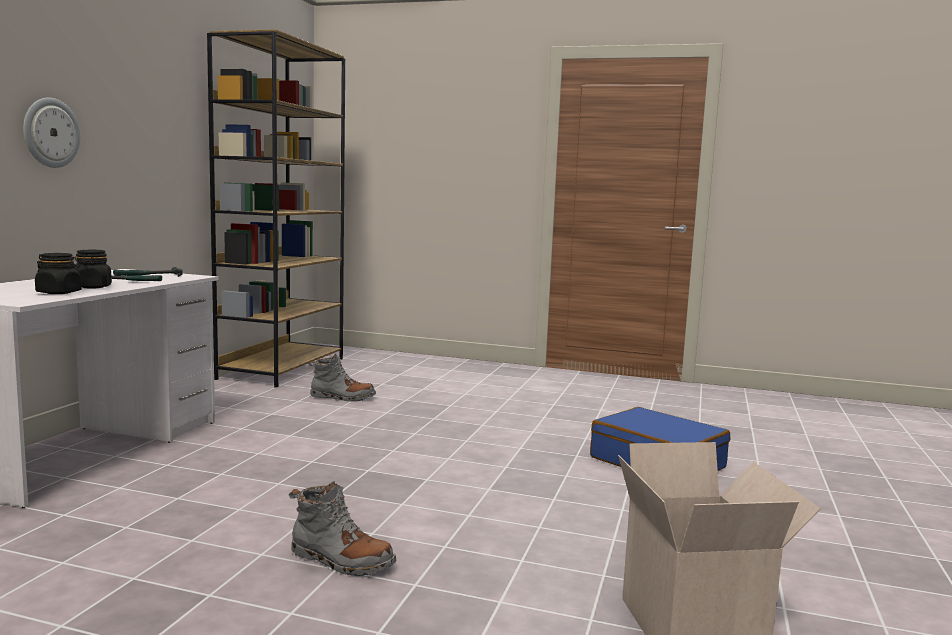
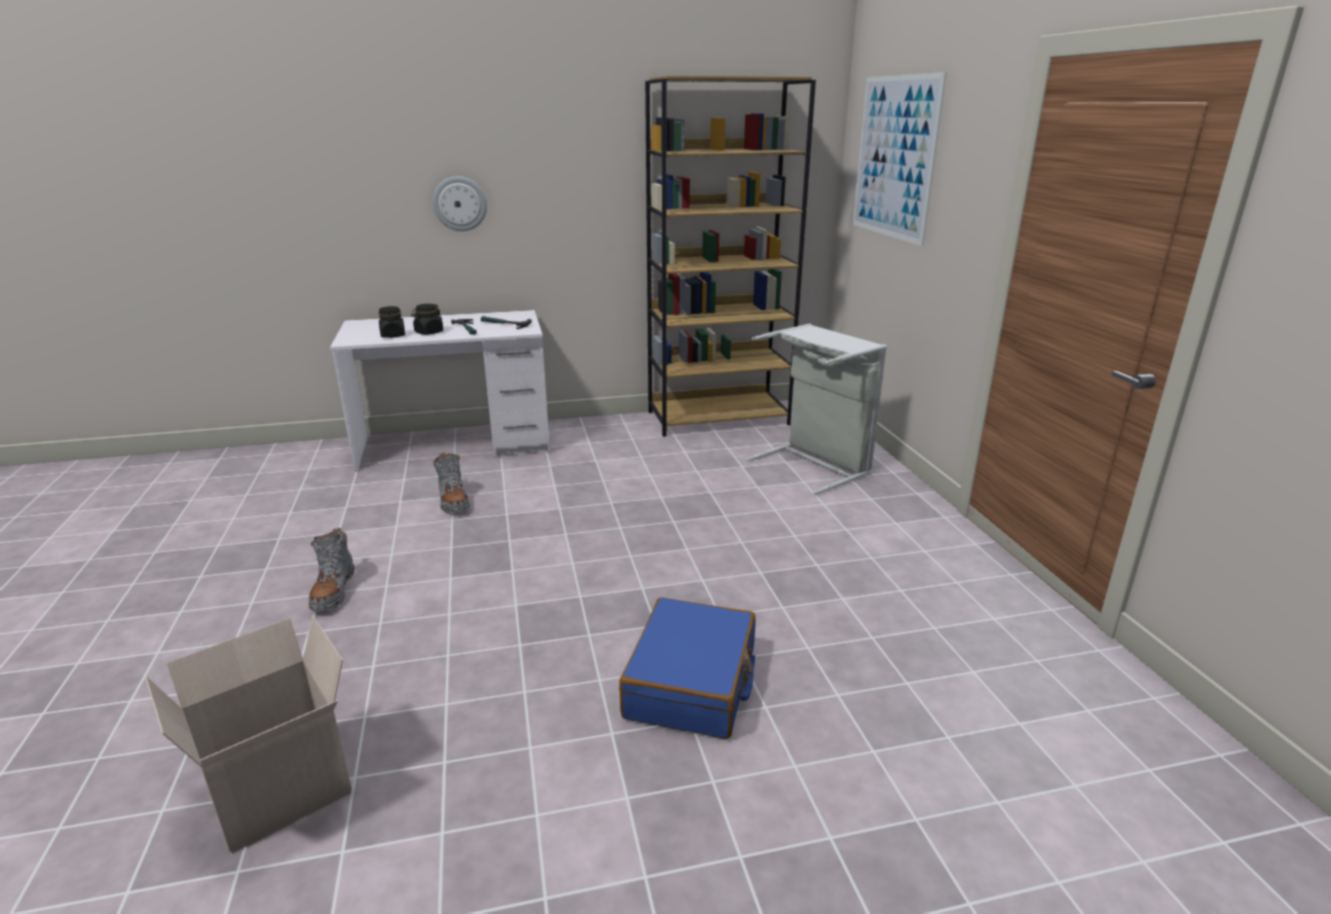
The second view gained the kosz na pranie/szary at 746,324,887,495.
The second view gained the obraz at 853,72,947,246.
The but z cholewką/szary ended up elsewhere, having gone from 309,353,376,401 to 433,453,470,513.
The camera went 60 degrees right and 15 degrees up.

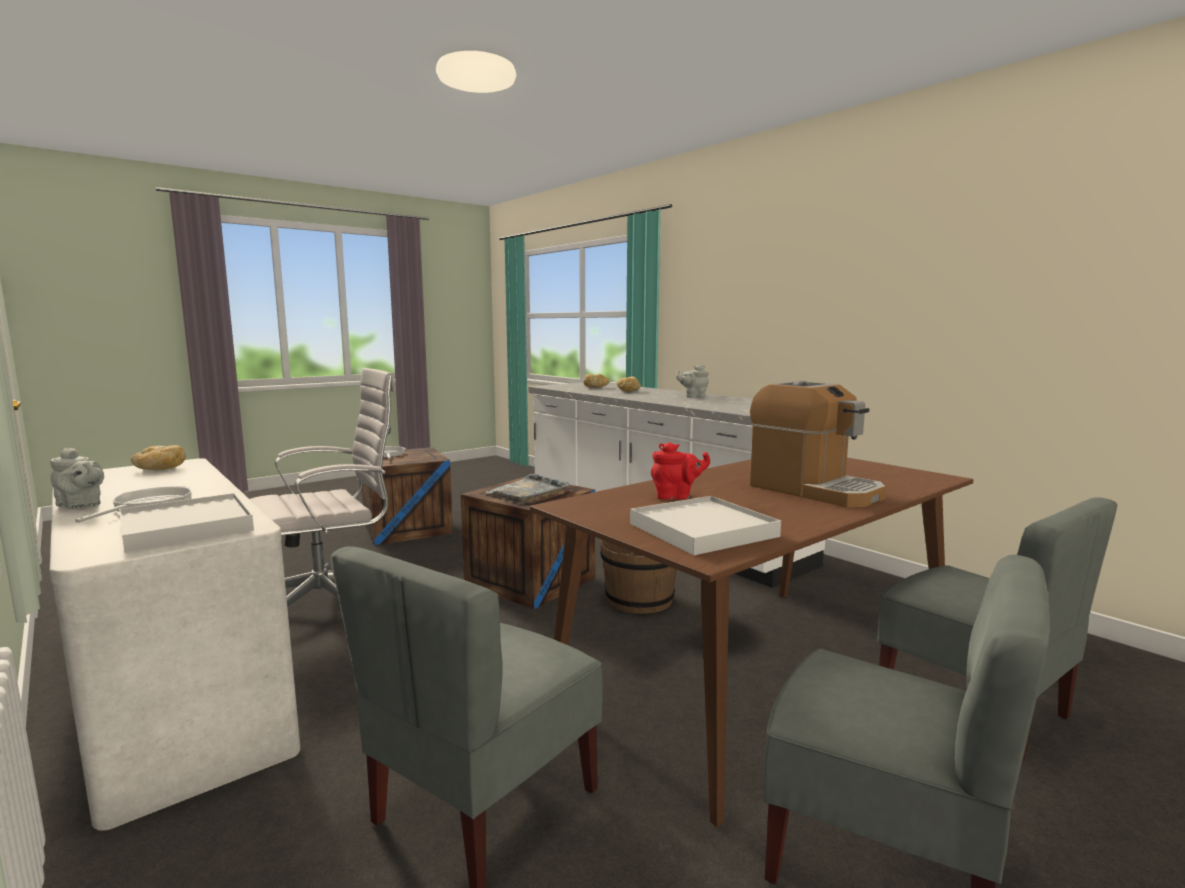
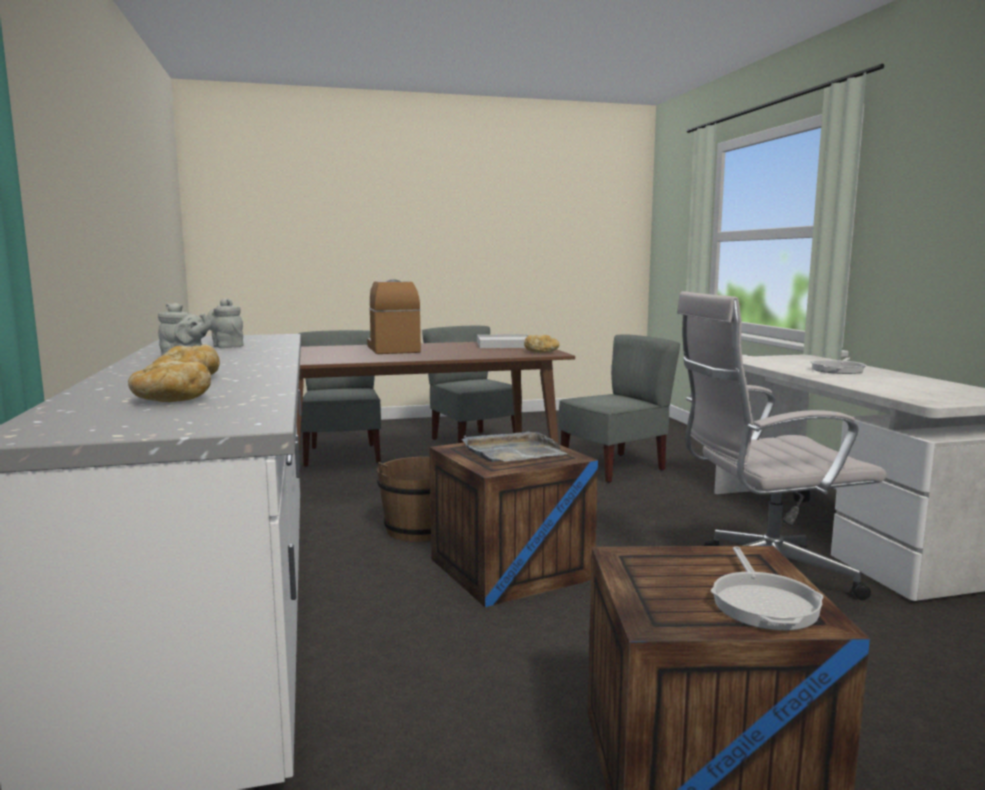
The second view lost the taca/biały at 119,493,254,553.
The second view lost the imbryk/czerwony at 651,442,710,500.
The imbryk/szary ended up elsewhere, having gone from 50,448,104,509 to 207,298,244,348.
The chleb ended up elsewhere, having gone from 131,445,186,470 to 524,335,559,353.
The camera went 155 degrees left and 0 degrees up.

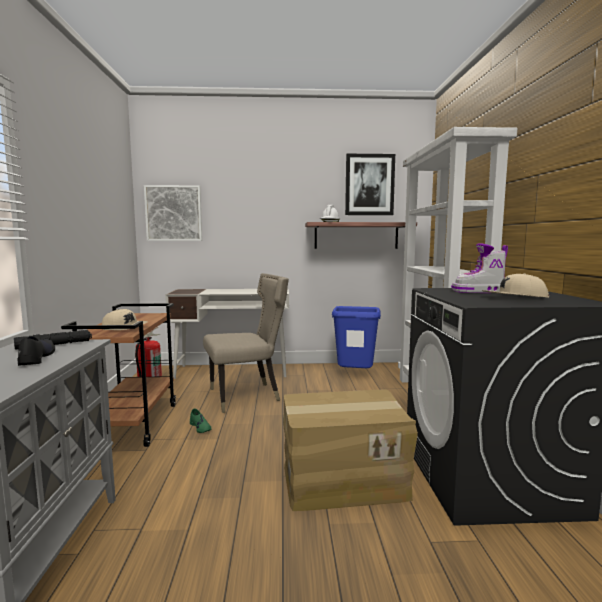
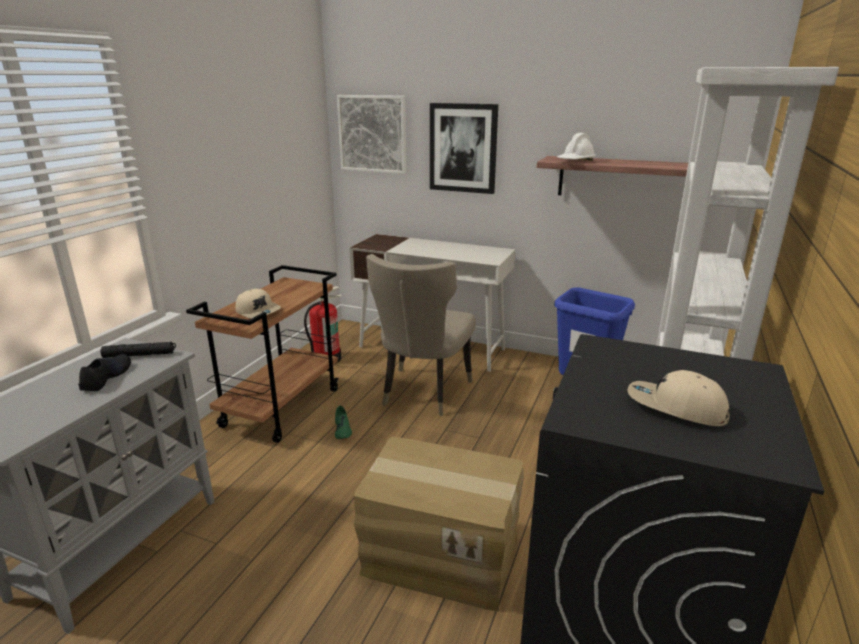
The second view lost the but z cholewką at 451,243,508,293.
The obraz ended up elsewhere, having gone from 345,154,395,215 to 430,103,498,194.
The krzesło/beżowy at 203,273,289,413 ended up facing another way, 105 degrees clockwise from before.
The camera went 25 degrees right and 15 degrees up.

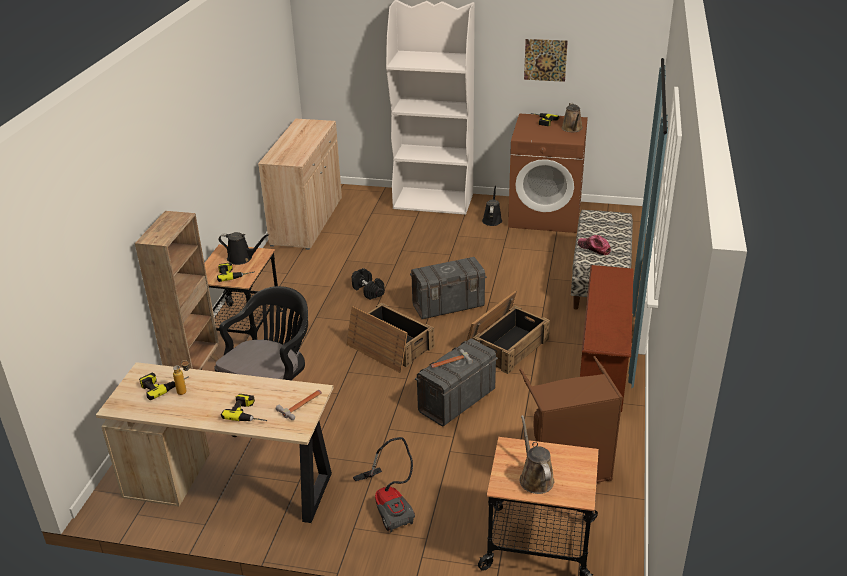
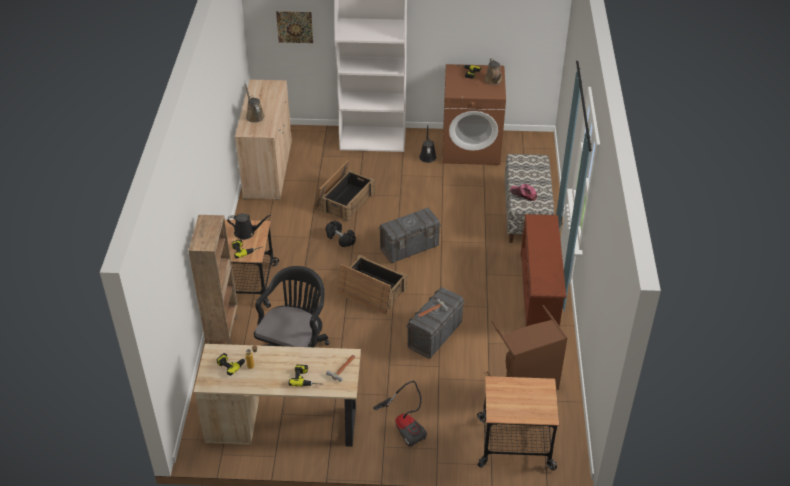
The skrzynka ended up elsewhere, having gone from 467,291,550,374 to 314,160,375,222.
The konewka/brązowy ended up elsewhere, having gone from 520,415,554,494 to 245,83,265,123.
The obraz ended up elsewhere, having gone from 524,39,568,82 to 276,11,313,43.
The camera went 10 degrees left and 10 degrees up.

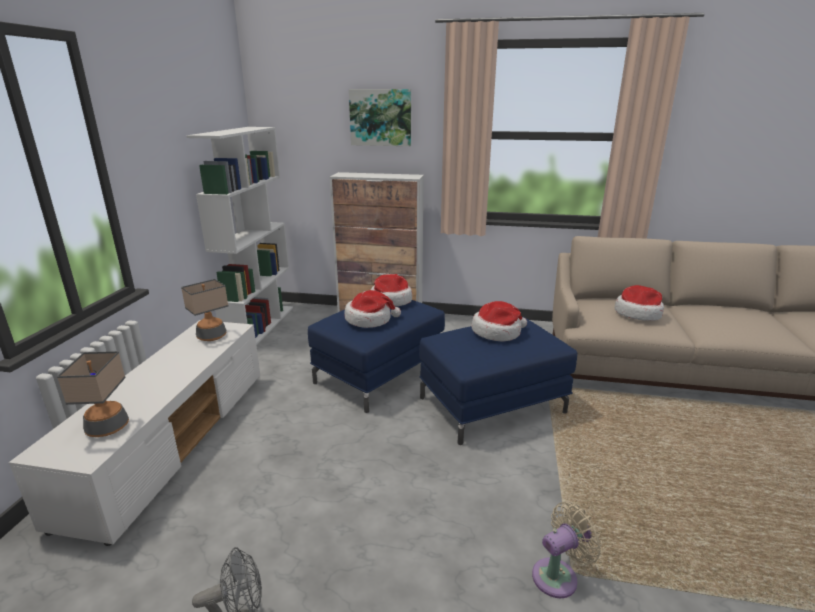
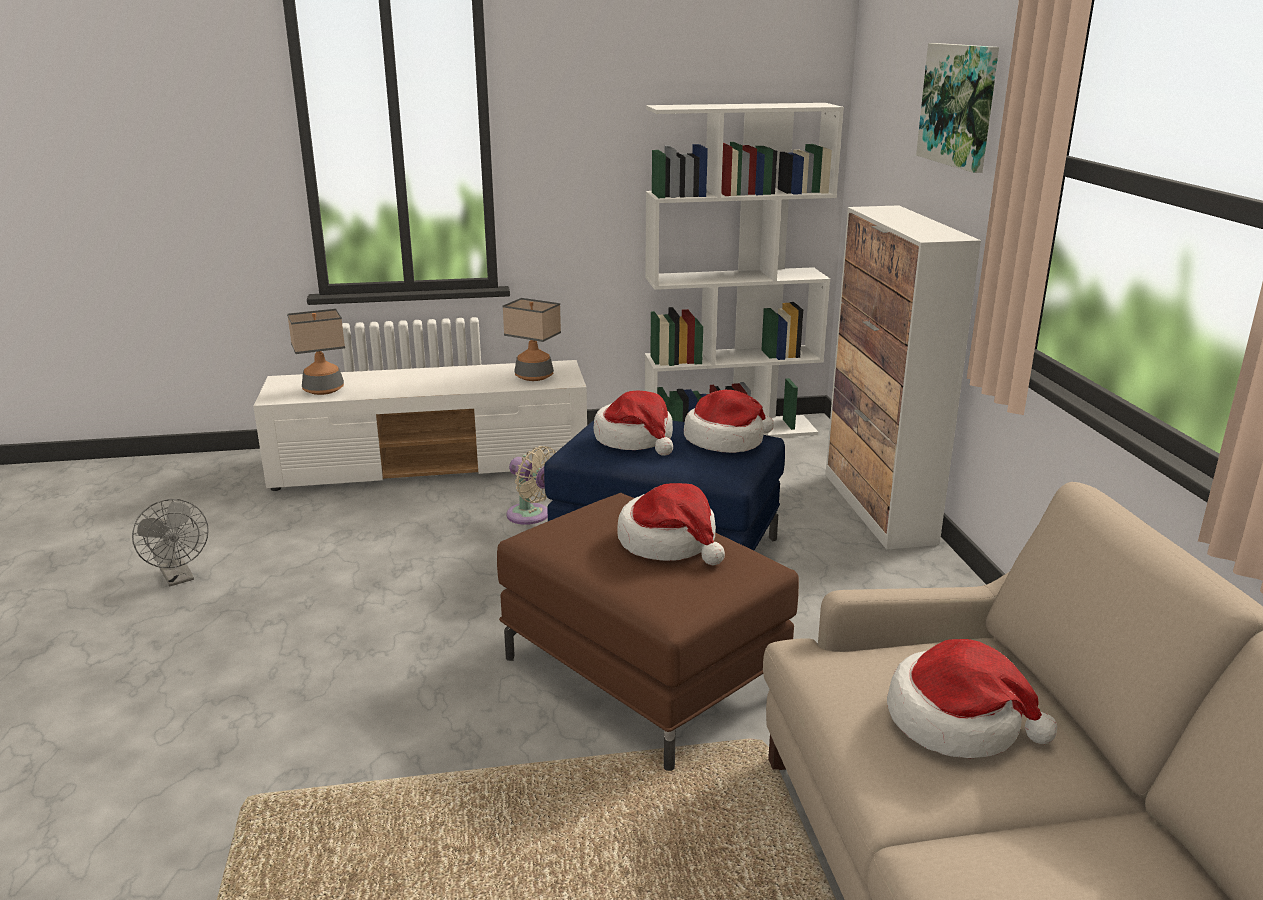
The wentylator/beżowy ended up elsewhere, having gone from 532,502,602,598 to 506,446,556,525.
What was the pufa/niebieski at 419,317,577,445 turned into the pufa/brązowy at 497,493,799,771.
The camera went 70 degrees right and 0 degrees up.

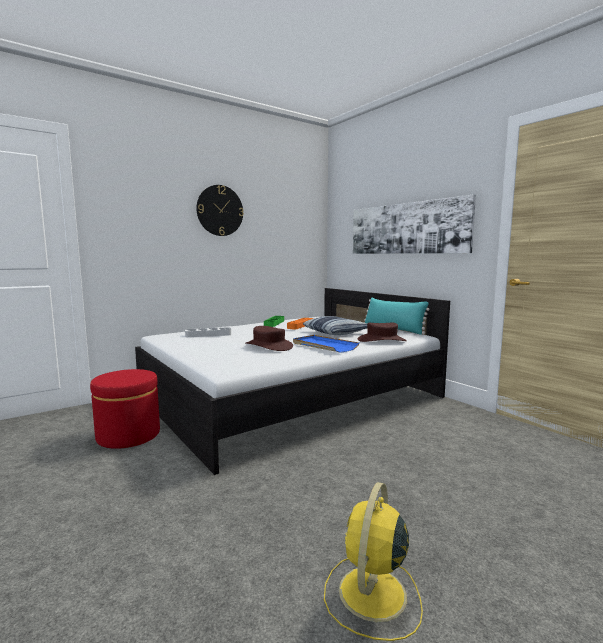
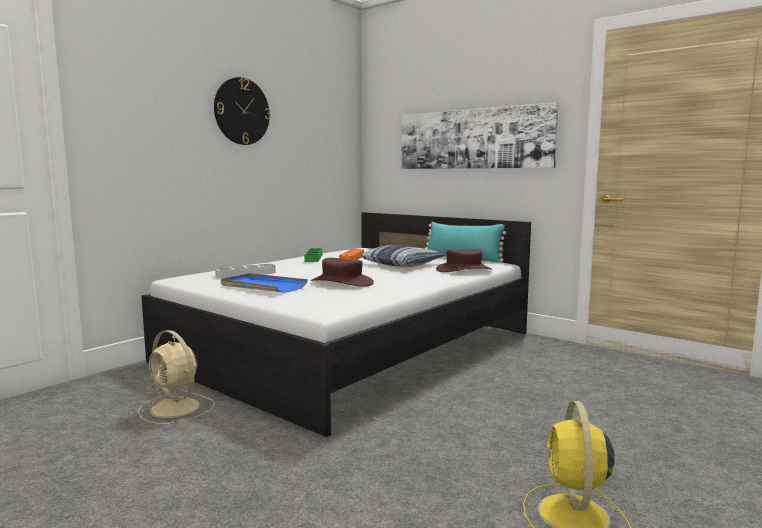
The taca/niebieski ended up elsewhere, having gone from 293,335,359,353 to 221,273,308,293.
Where the pufa/czerwony stood at 90,369,160,449, the wentylator/beżowy came to stand at 138,330,215,424.
The camera went 15 degrees left and 0 degrees up.

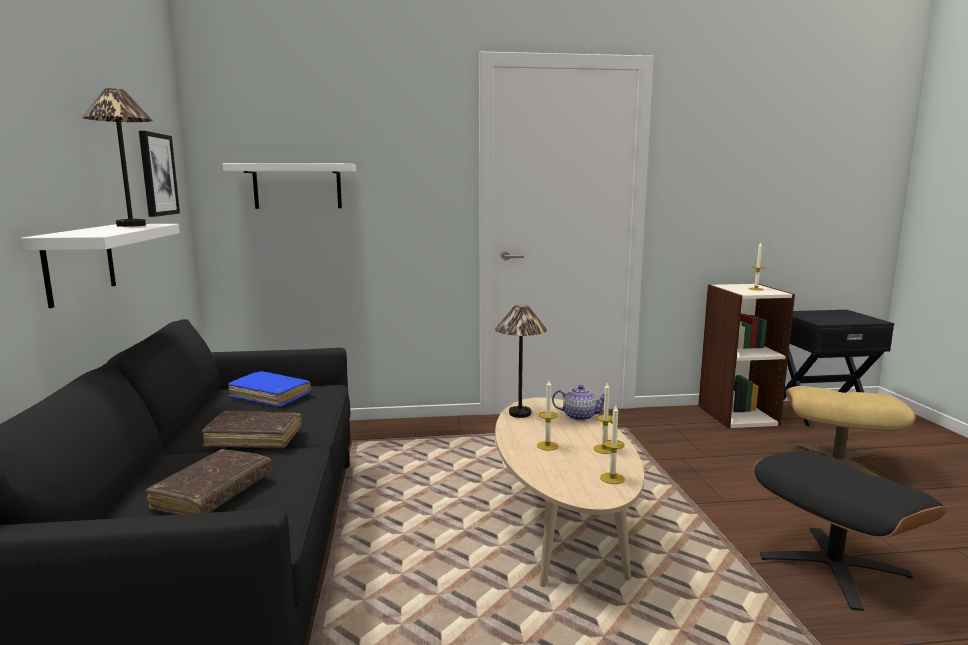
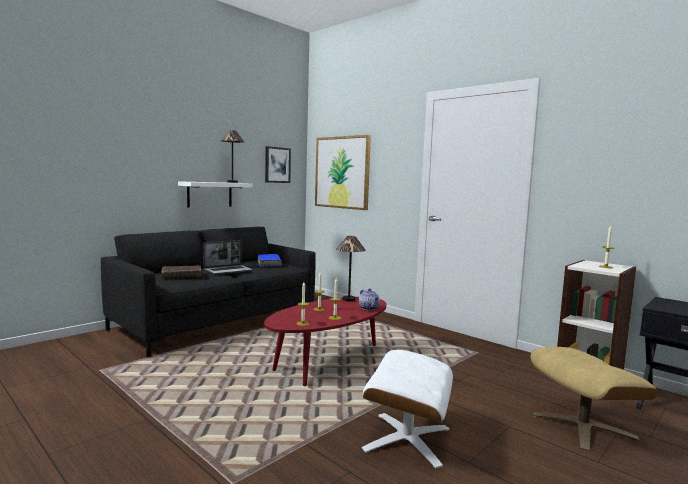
Where the książka/brązowy stood at 202,411,301,448, the laptop came to stand at 204,240,252,275.
Where the półka/biały hung at 222,163,356,209, the obraz came to hang at 315,135,371,210.
What was the ława/beżowy at 495,397,644,587 turned into the ława/czerwony at 264,297,386,386.
What was the pufa/czarny at 753,451,946,611 turned into the pufa/biały at 362,350,453,469.
The camera went 50 degrees right and 5 degrees down.

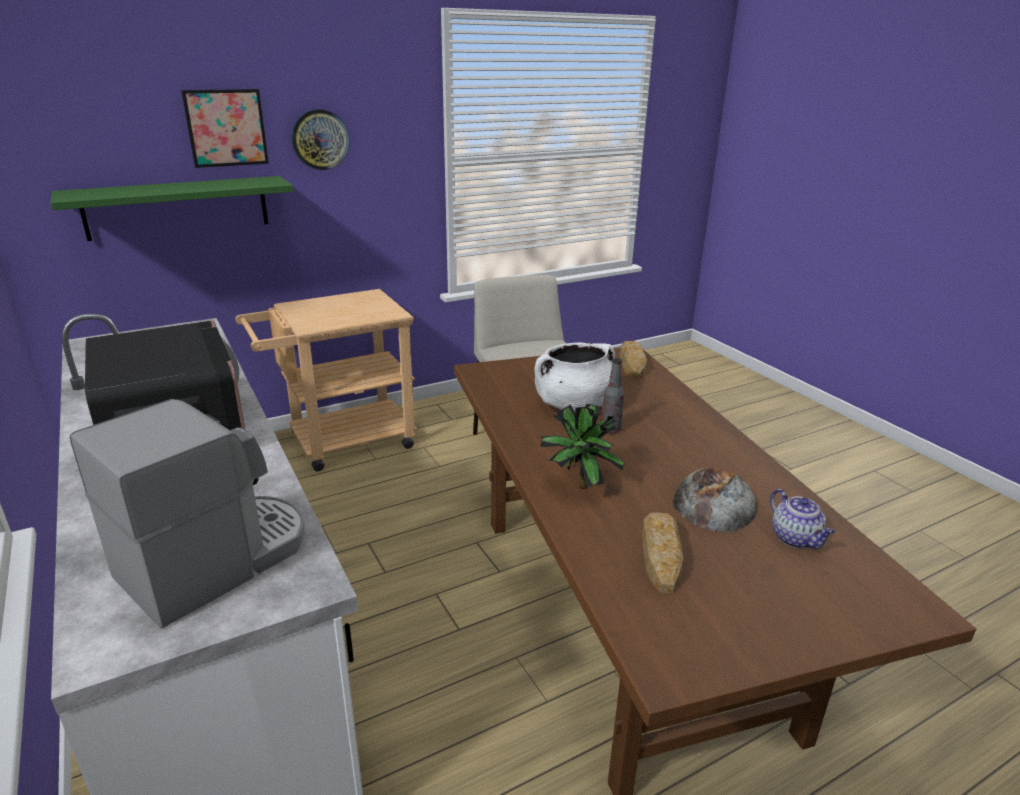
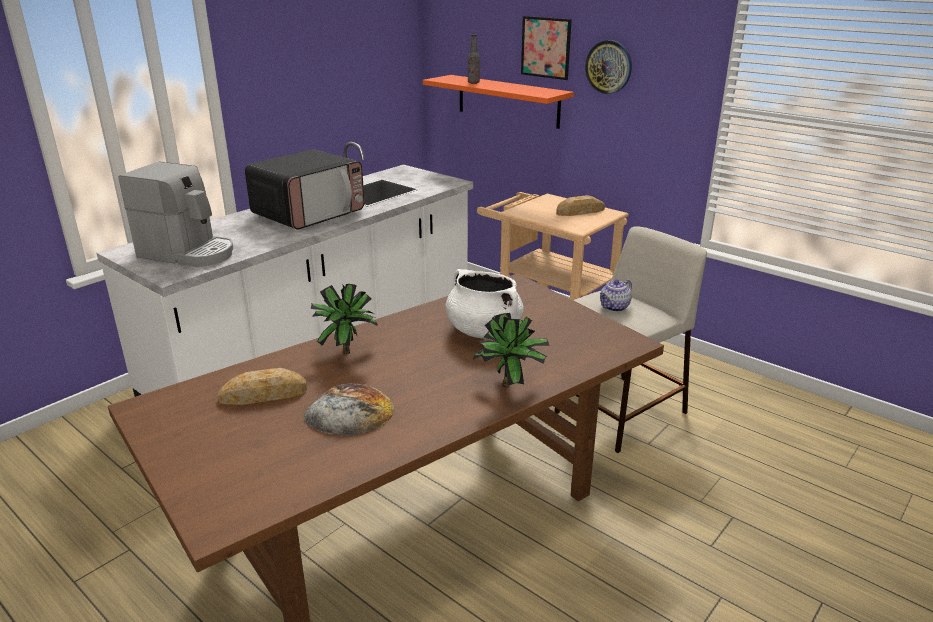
The second view gained the roślina doniczkowa at 473,313,550,388.
The butelka ended up elsewhere, having gone from 601,358,624,433 to 468,34,480,84.
The chleb ended up elsewhere, having gone from 620,341,647,379 to 556,195,605,216.
The imbryk ended up elsewhere, having gone from 770,489,835,549 to 600,279,632,312.
What was the półka/zielony at 51,176,293,241 turned into the półka/pomarańczowy at 423,75,574,129.
The camera went 70 degrees right and 0 degrees up.

